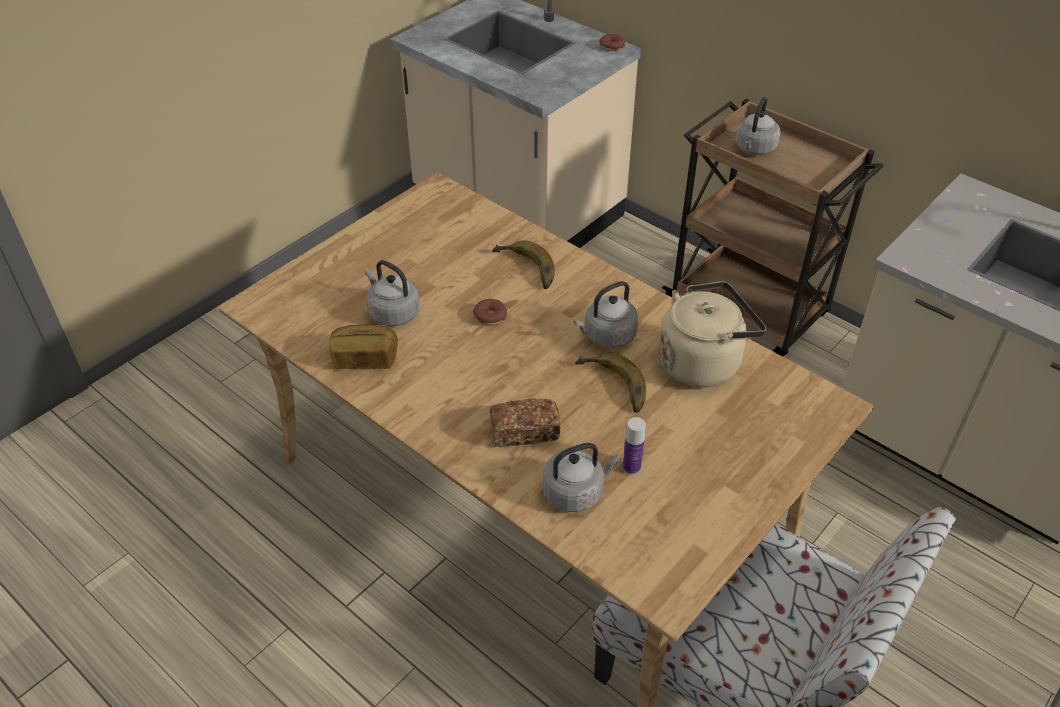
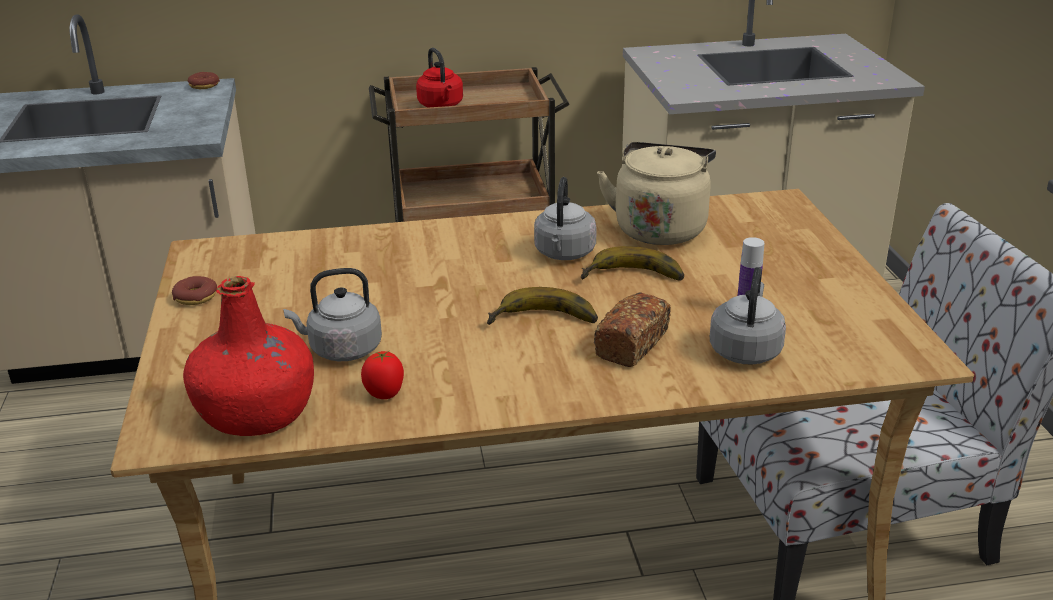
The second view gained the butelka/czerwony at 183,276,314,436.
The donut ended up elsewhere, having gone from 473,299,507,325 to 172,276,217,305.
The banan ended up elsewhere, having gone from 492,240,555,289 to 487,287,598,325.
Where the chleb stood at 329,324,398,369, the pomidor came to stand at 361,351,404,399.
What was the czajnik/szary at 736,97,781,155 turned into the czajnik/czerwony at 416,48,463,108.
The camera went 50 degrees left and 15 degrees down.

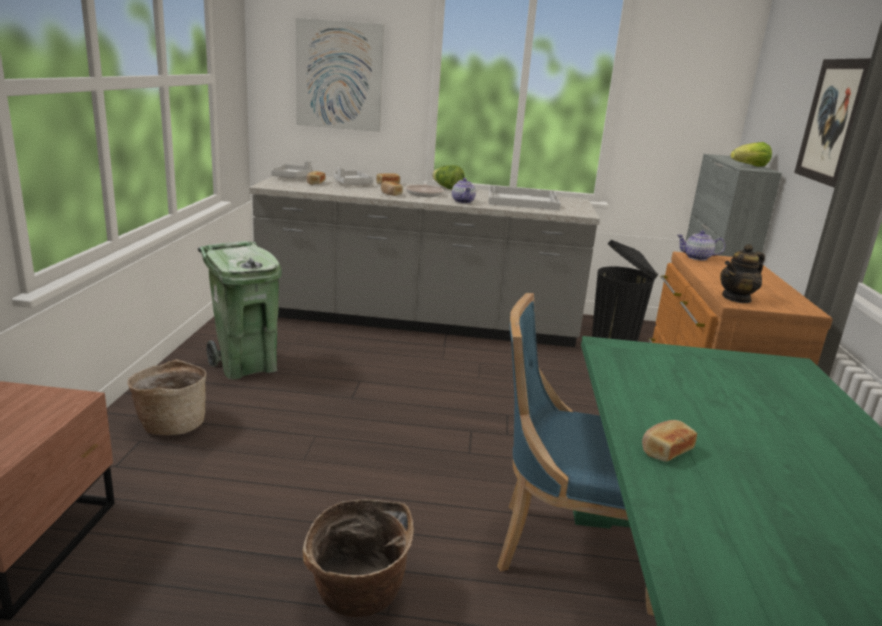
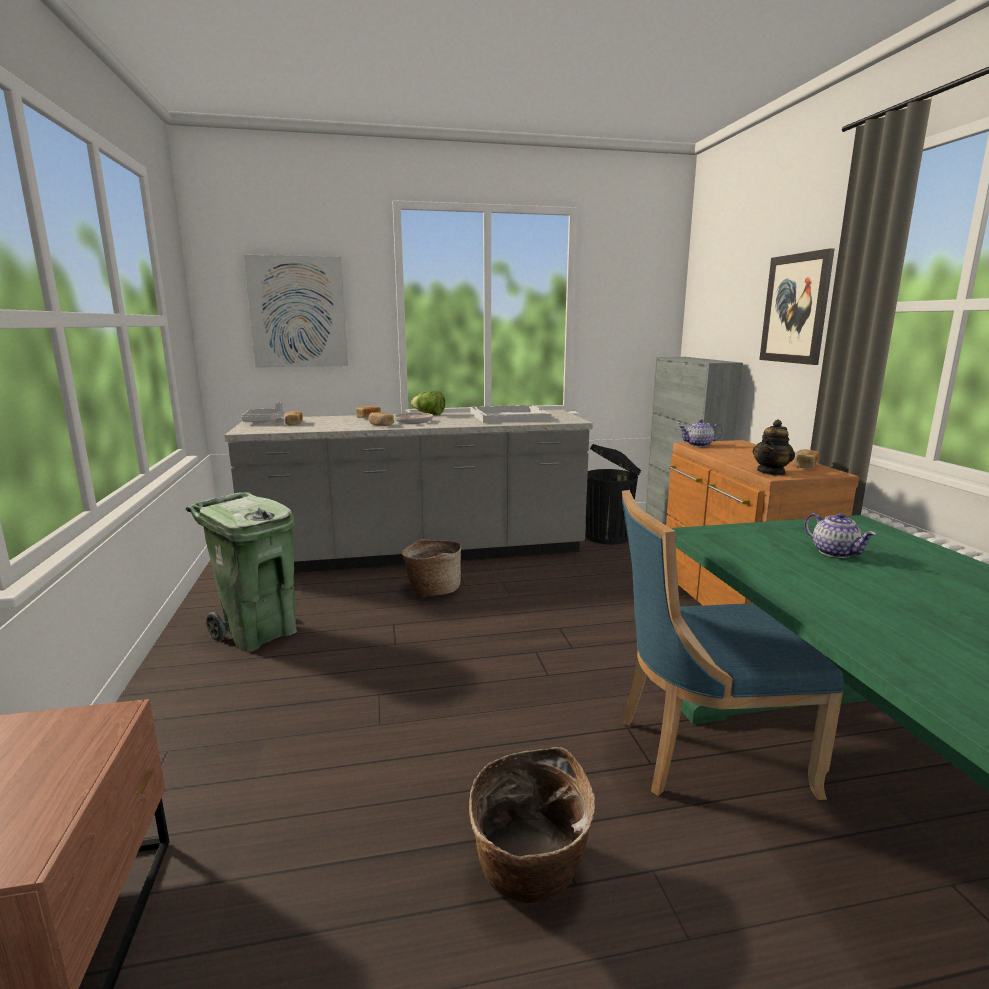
The second view lost the taca/szary at 334,167,373,185.
The second view lost the sałata at 730,142,772,167.
The koszyk ended up elsewhere, having gone from 127,359,207,435 to 401,539,462,598.
The imbryk ended up elsewhere, having gone from 452,178,476,203 to 804,513,876,558.
The chleb ended up elsewhere, having gone from 642,420,697,462 to 793,449,819,468.
The camera went 15 degrees left and 5 degrees down.

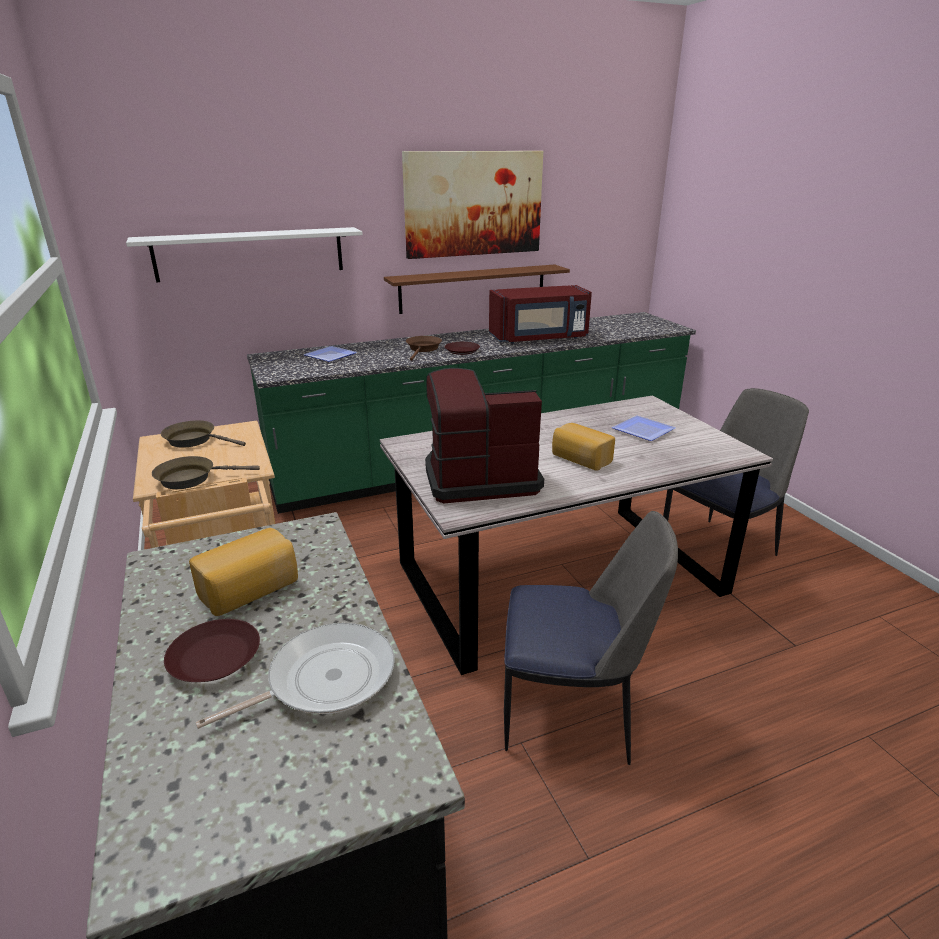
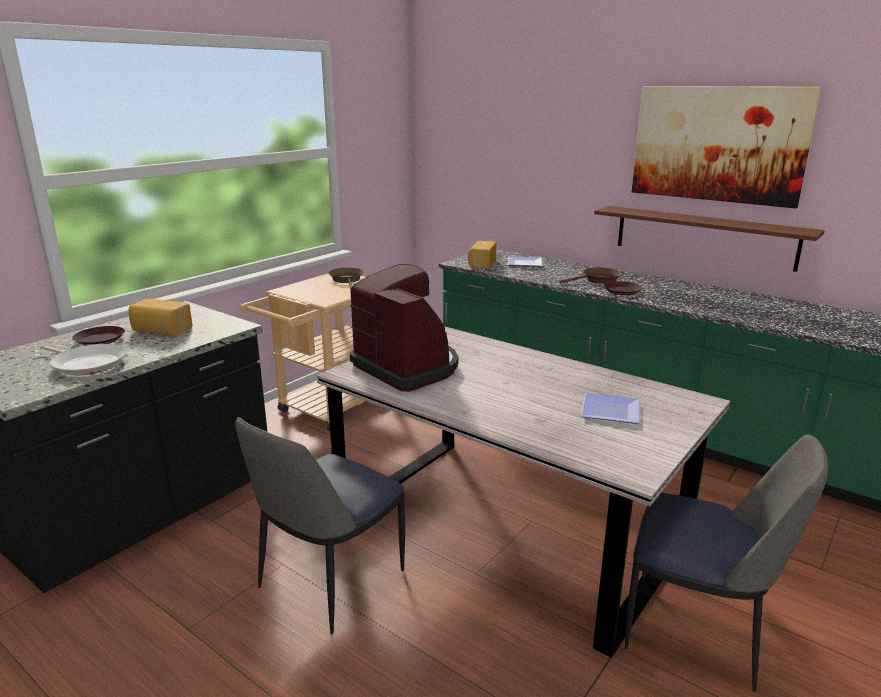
The second view lost the półka/biały at 126,227,363,282.
The second view lost the patelnia/brązowy at 152,456,260,489.
The second view lost the mikrofalówka/czerwony at 489,285,592,344.
The chleb ended up elsewhere, having gone from 552,423,615,470 to 468,241,496,268.
The krzesło at 504,511,678,765 ended up facing another way, 60 degrees clockwise from before.
The camera went 60 degrees right and 5 degrees down.

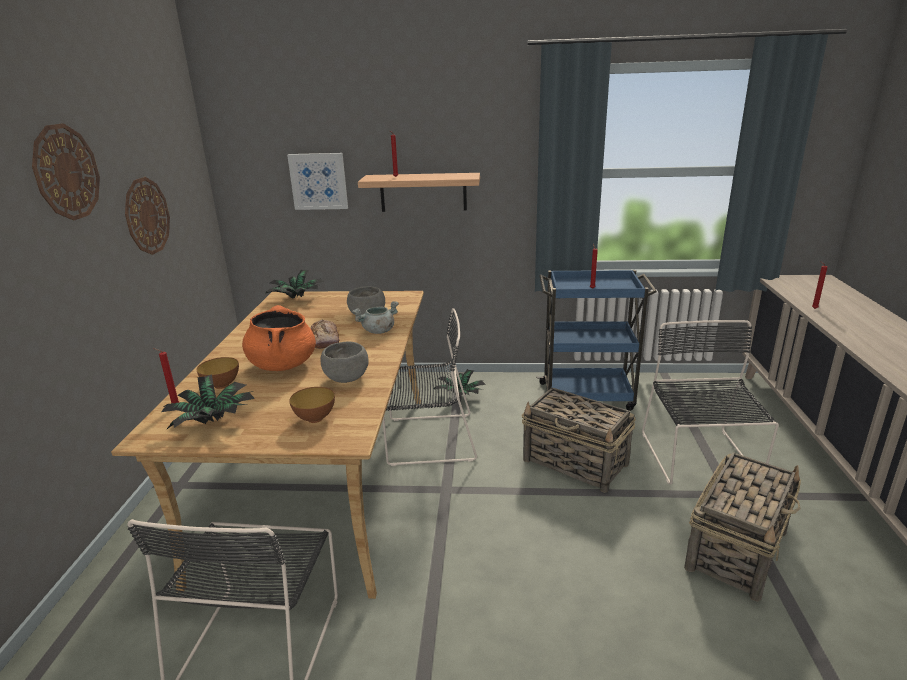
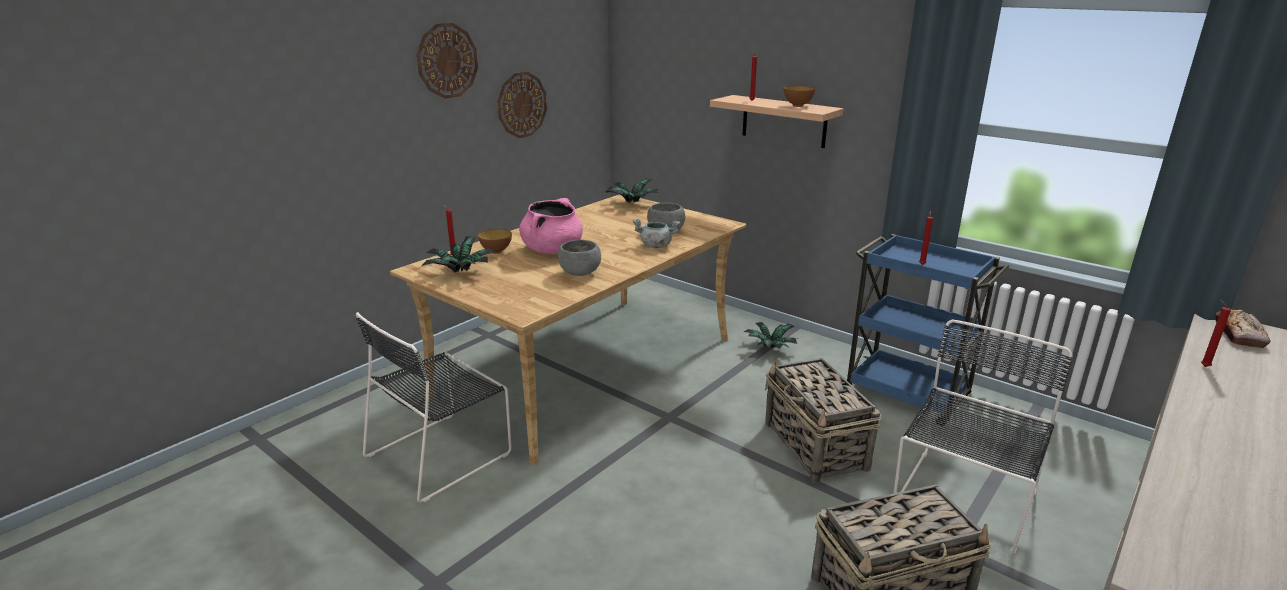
The second view lost the obraz at 287,153,348,210.
The second view lost the krzesło/czarny at 382,308,477,466.
The miska ended up elsewhere, having gone from 289,387,335,423 to 784,86,815,107.
The chleb ended up elsewhere, having gone from 311,320,340,349 to 1215,310,1271,348.
What was the garnek/pomarańczowy at 242,305,316,371 turned into the garnek/różowy at 519,198,583,254.
The camera went 35 degrees right and 0 degrees up.

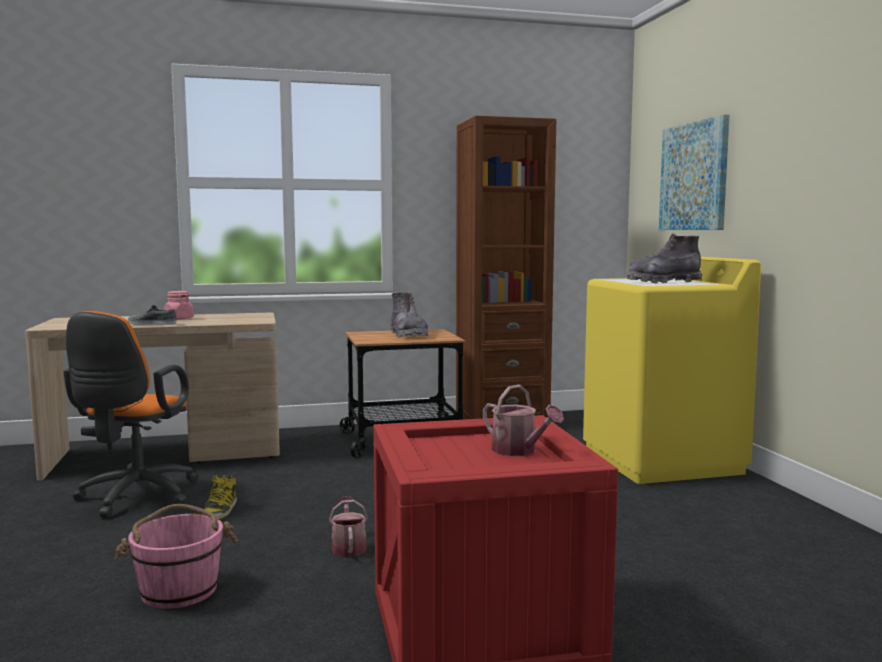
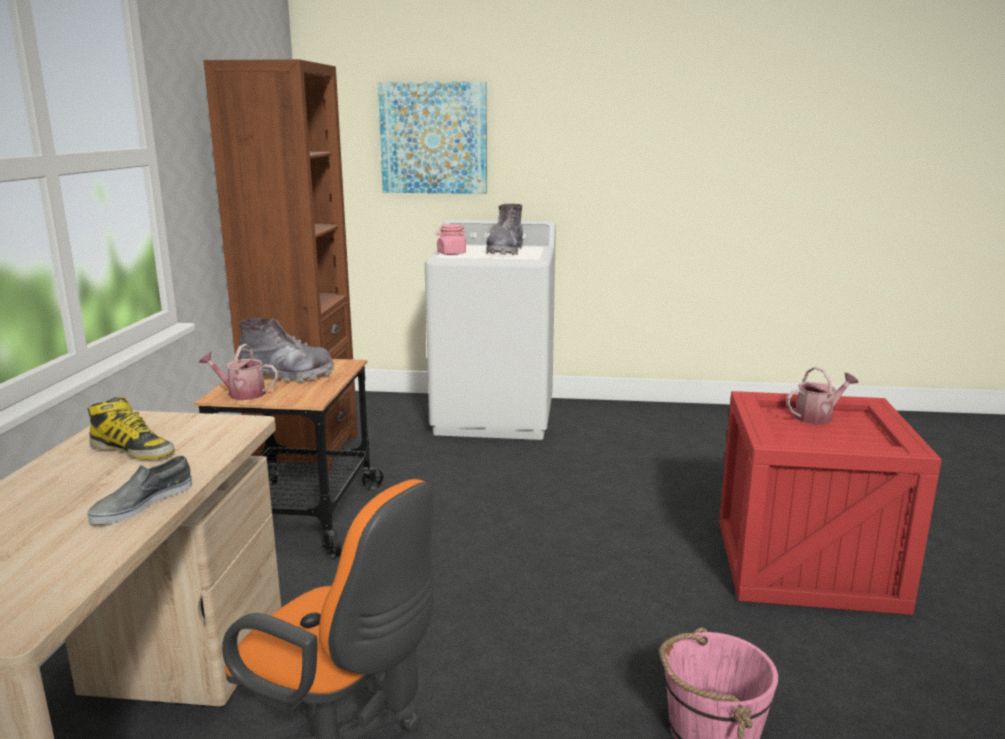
The słoik/różowy ended up elsewhere, having gone from 164,291,194,319 to 435,224,467,255.
The but z cholewką ended up elsewhere, having gone from 204,475,237,519 to 87,396,175,460.
The konewka ended up elsewhere, having gone from 329,496,368,557 to 198,344,278,400.
What was the pralka/żółty at 583,257,761,484 turned into the pralka/biały at 425,220,556,440.
The camera went 70 degrees left and 10 degrees up.

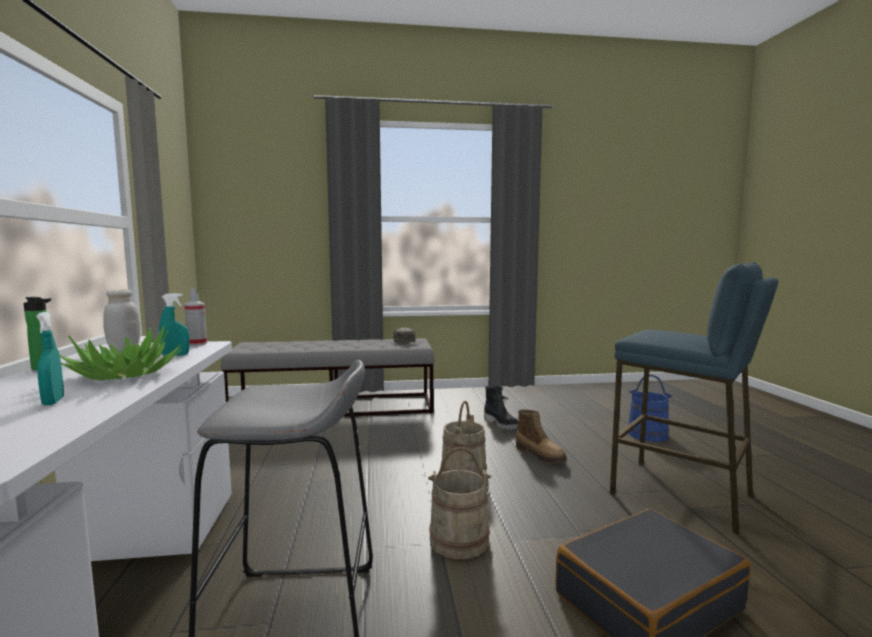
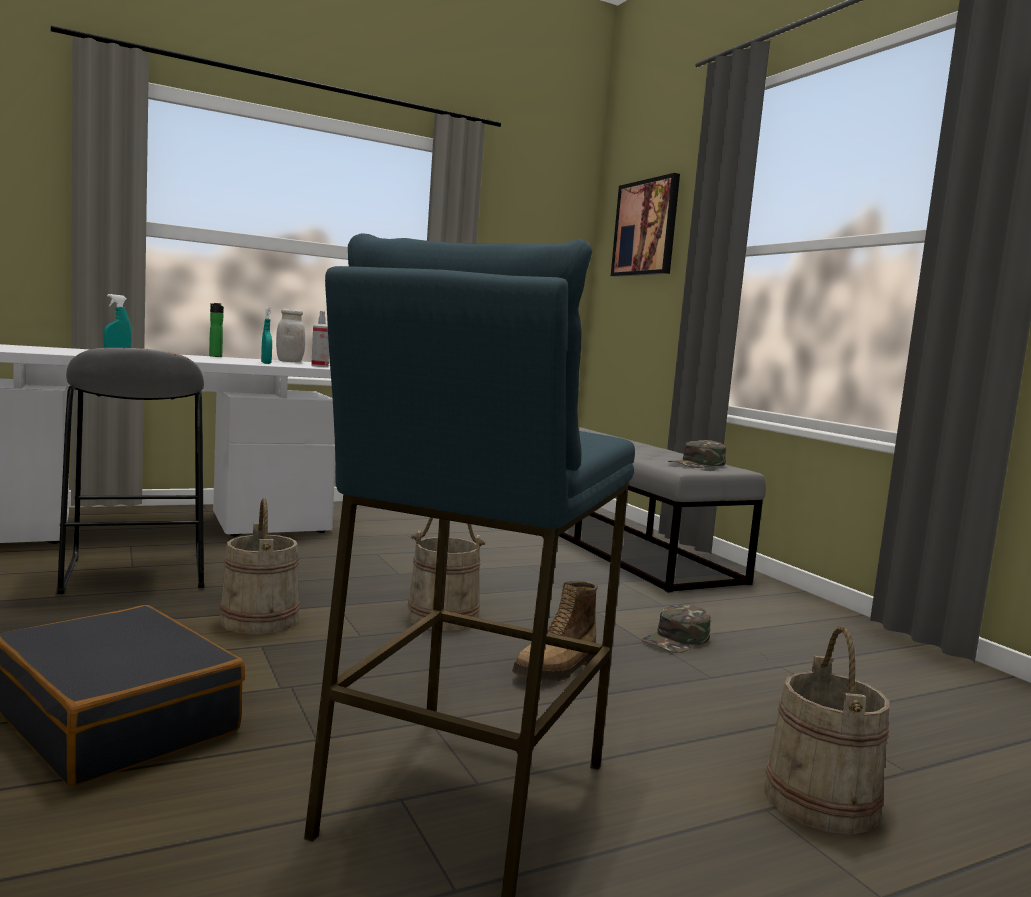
The second view lost the roślina doniczkowa at 60,325,182,381.
The second view gained the obraz at 611,173,680,277.
Where the but z cholewką/czarny stood at 484,386,518,430, the czapka z daszkiem/zielony came to stand at 642,605,710,653.
What was the wiadro/niebieski at 628,374,672,442 turned into the wiadro/beżowy at 764,626,890,835.
The camera went 70 degrees right and 0 degrees up.

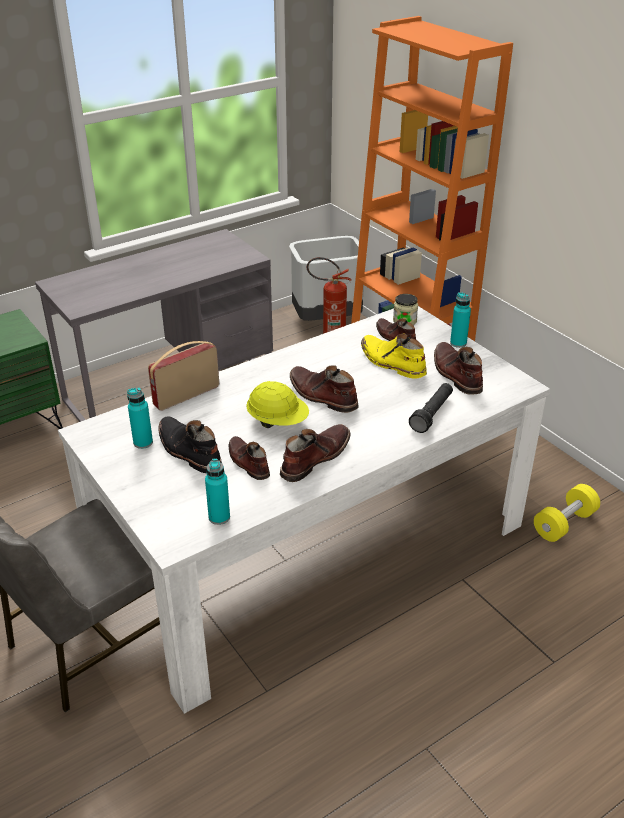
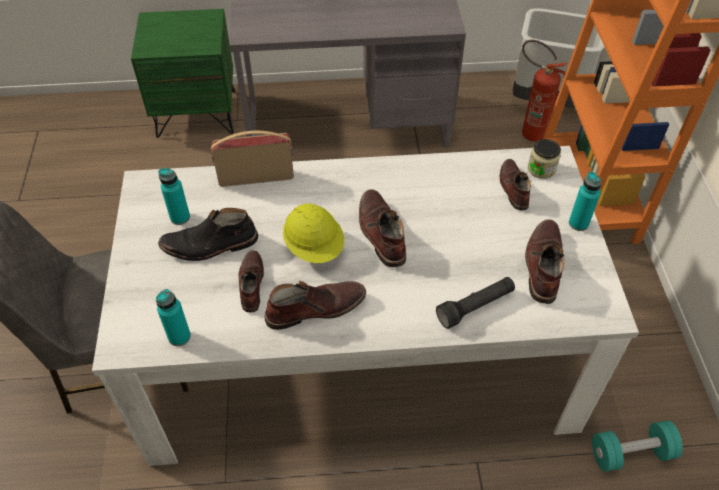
The second view lost the but z cholewką/żółty at 361,334,427,379.
What was the hantel/żółty at 534,484,600,542 turned into the hantel/turkusowy at 592,421,683,472.
The but z cholewką/czarny at 158,416,222,473 ended up facing another way, 90 degrees counterclockwise from before.
The camera went 30 degrees right and 15 degrees up.

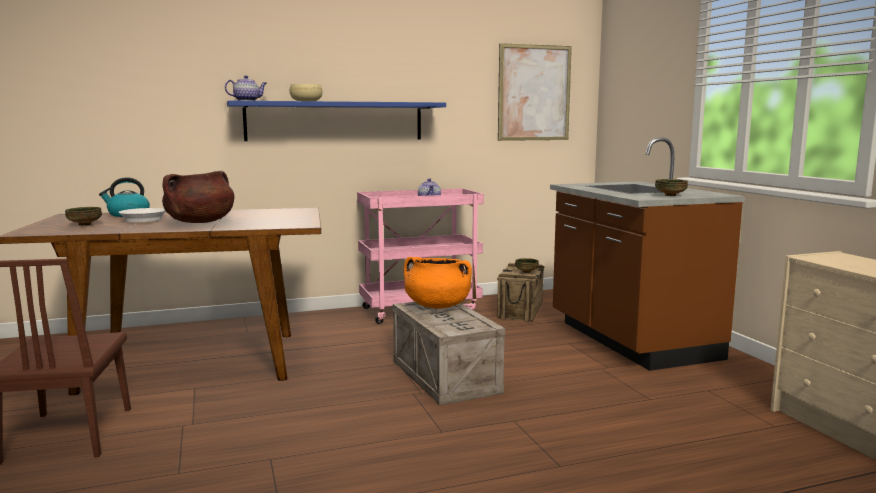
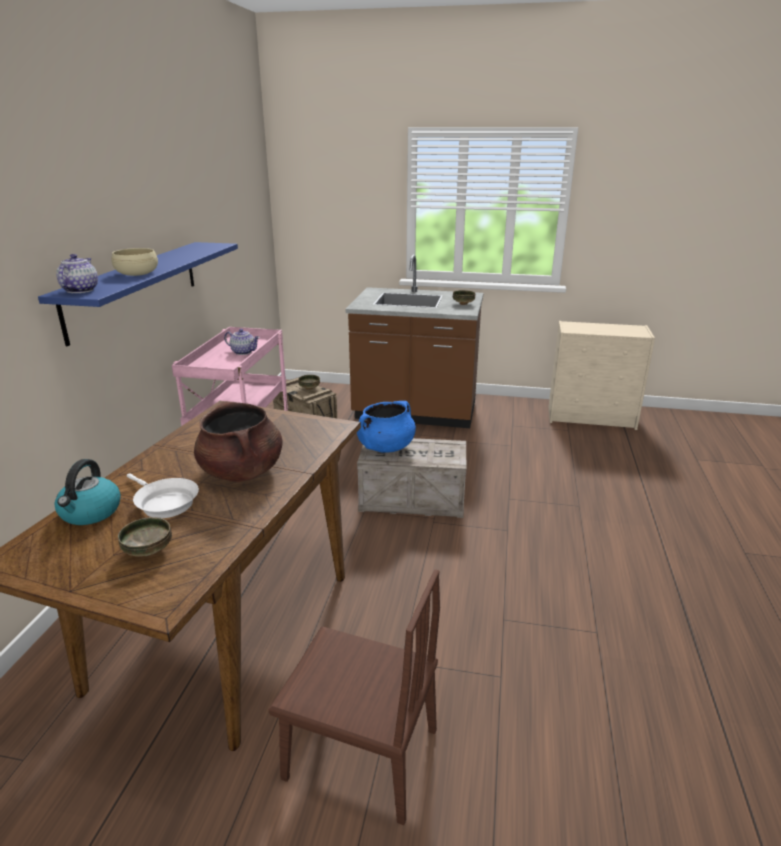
The second view lost the obraz at 498,43,572,141.
What was the garnek/pomarańczowy at 404,257,472,308 turned into the garnek/niebieski at 357,401,416,453.
The camera went 60 degrees left and 15 degrees up.

